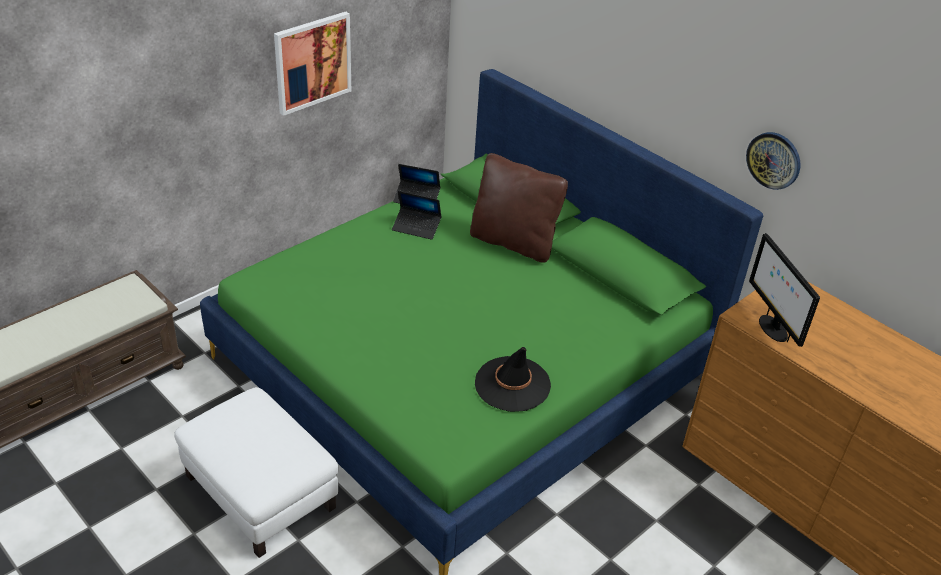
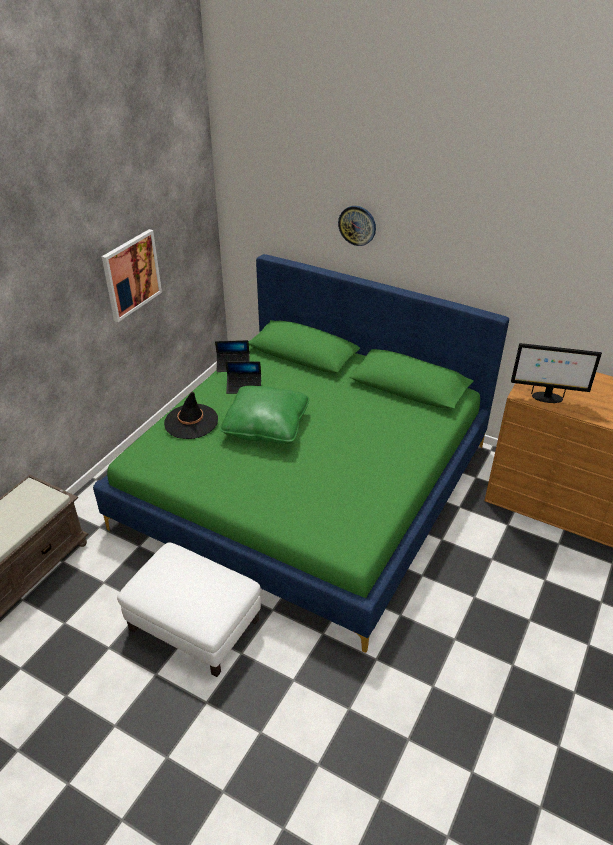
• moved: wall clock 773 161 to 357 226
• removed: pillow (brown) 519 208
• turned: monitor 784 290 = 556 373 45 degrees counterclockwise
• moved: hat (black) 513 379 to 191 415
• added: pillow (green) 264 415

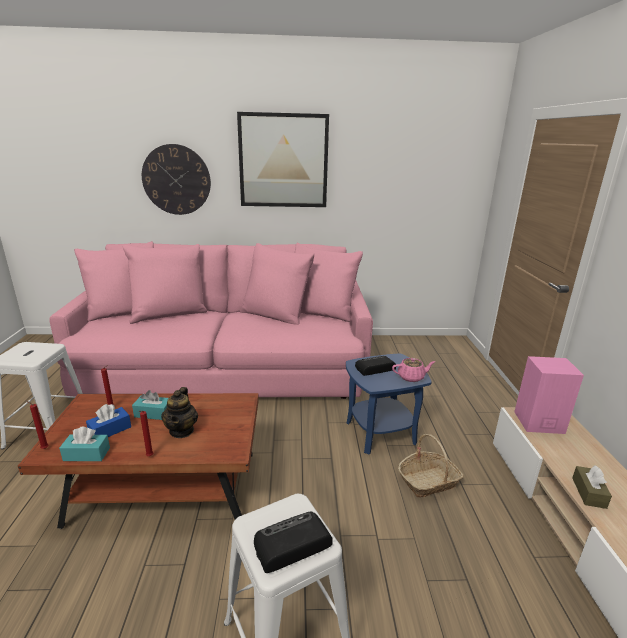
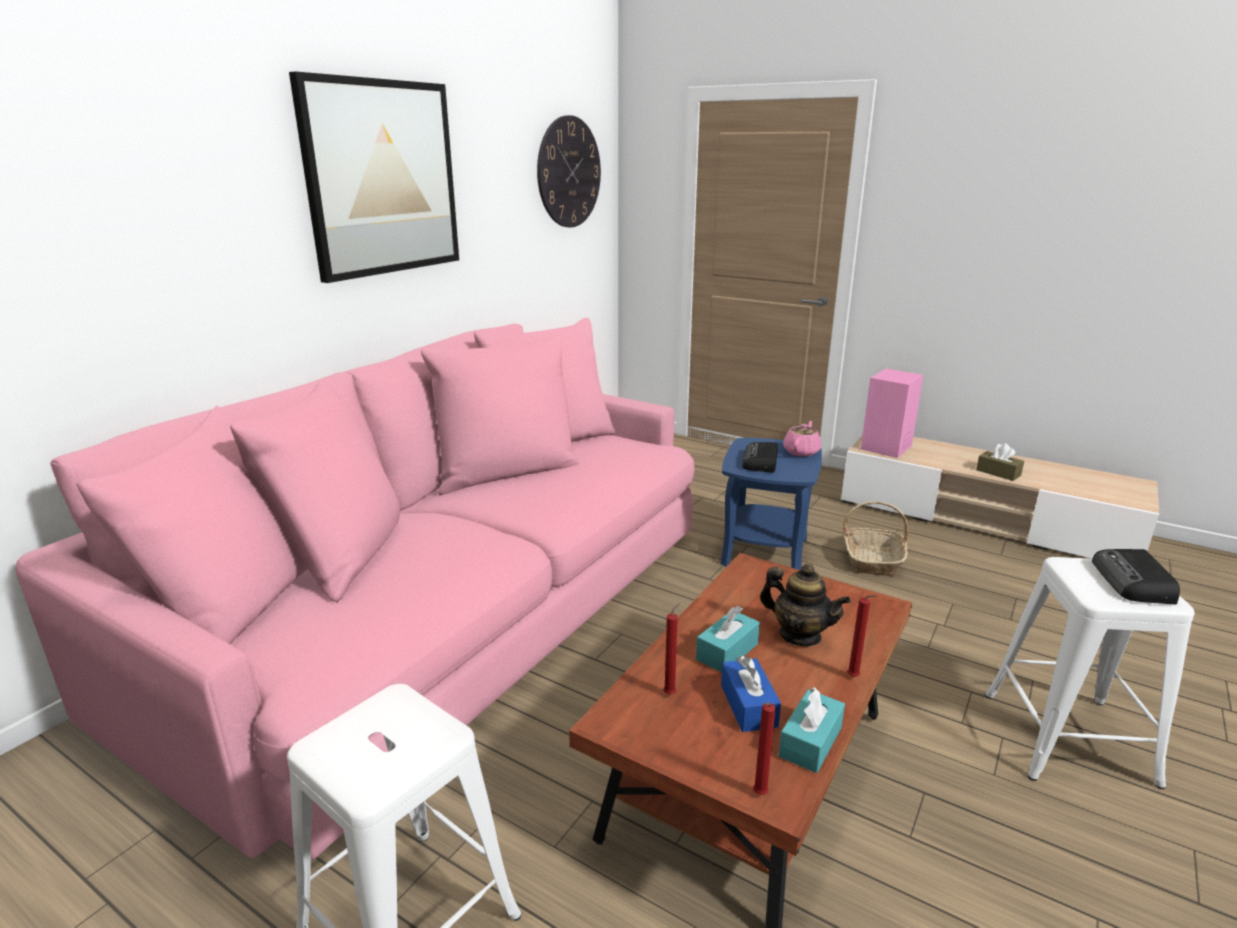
• moved: wall clock 176 179 to 569 171

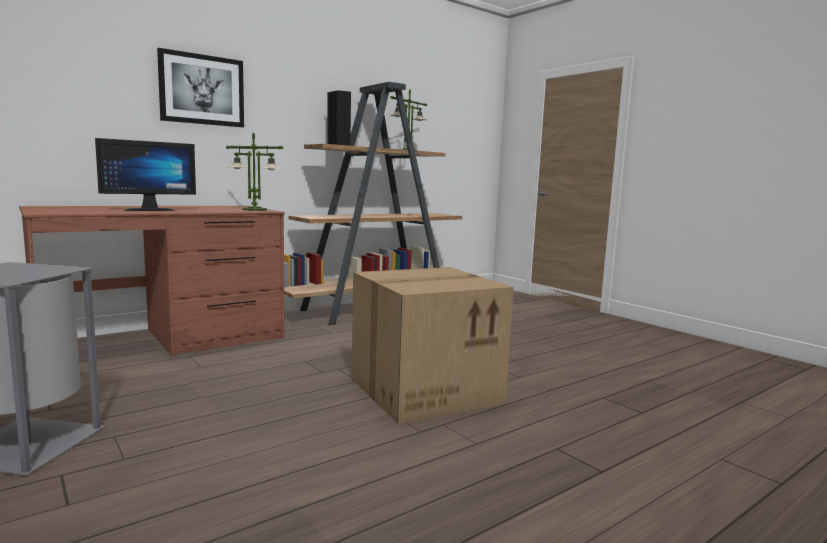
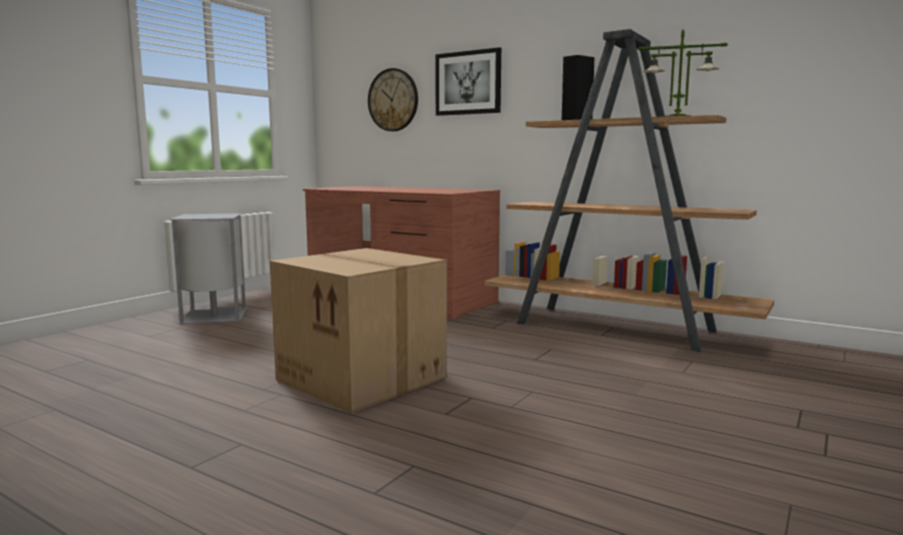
• removed: table lamp 254 171
• removed: monitor 145 174
• added: wall clock 393 99

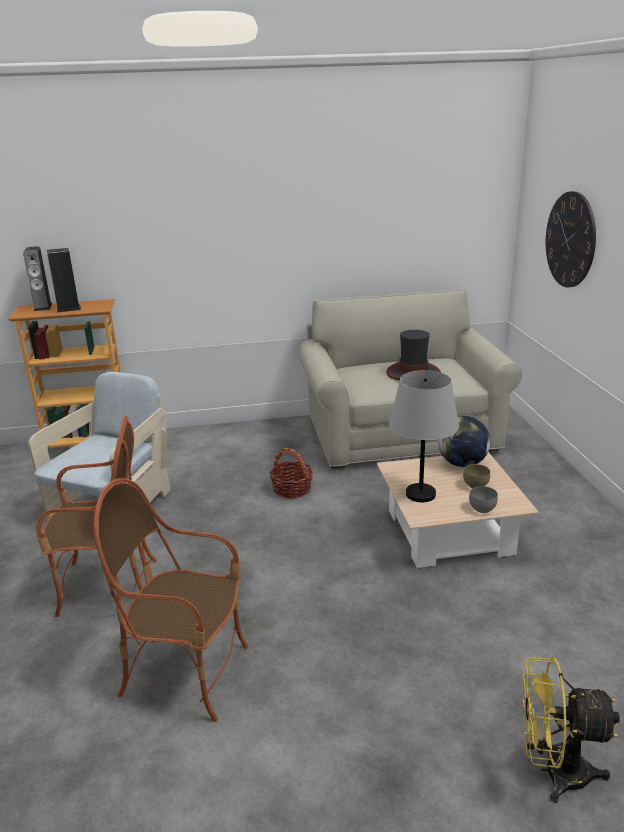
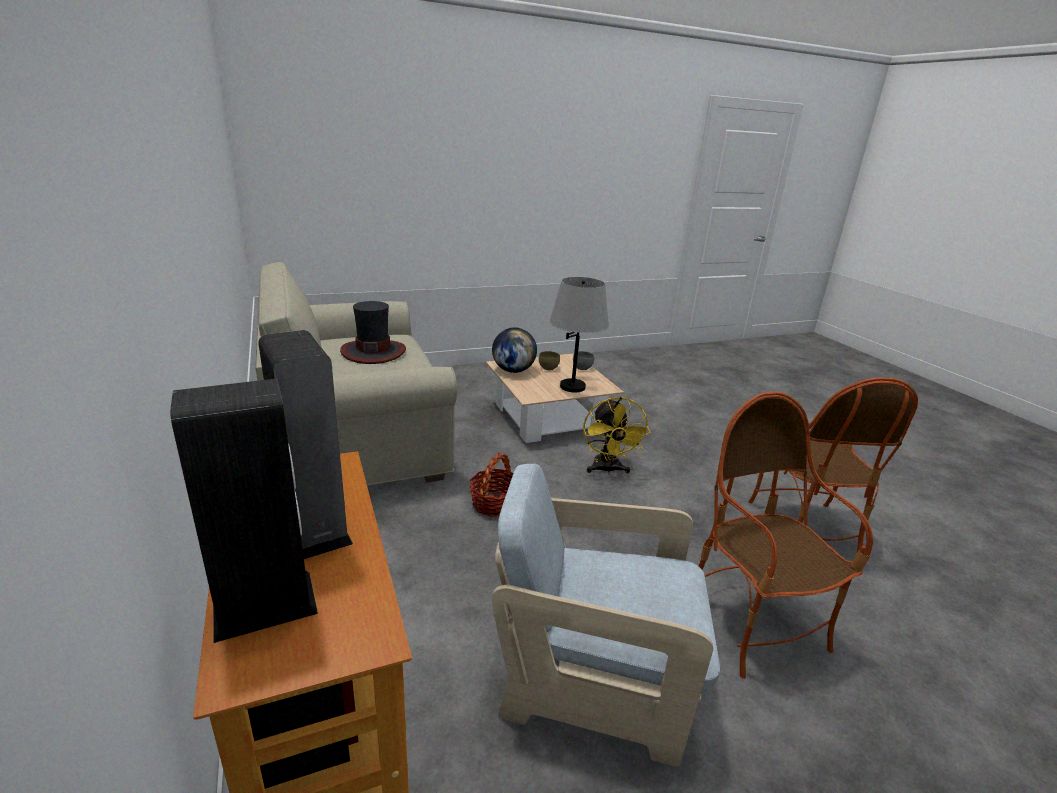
• removed: wall clock 571 239
• moved: fan (yellow) 570 730 to 617 436

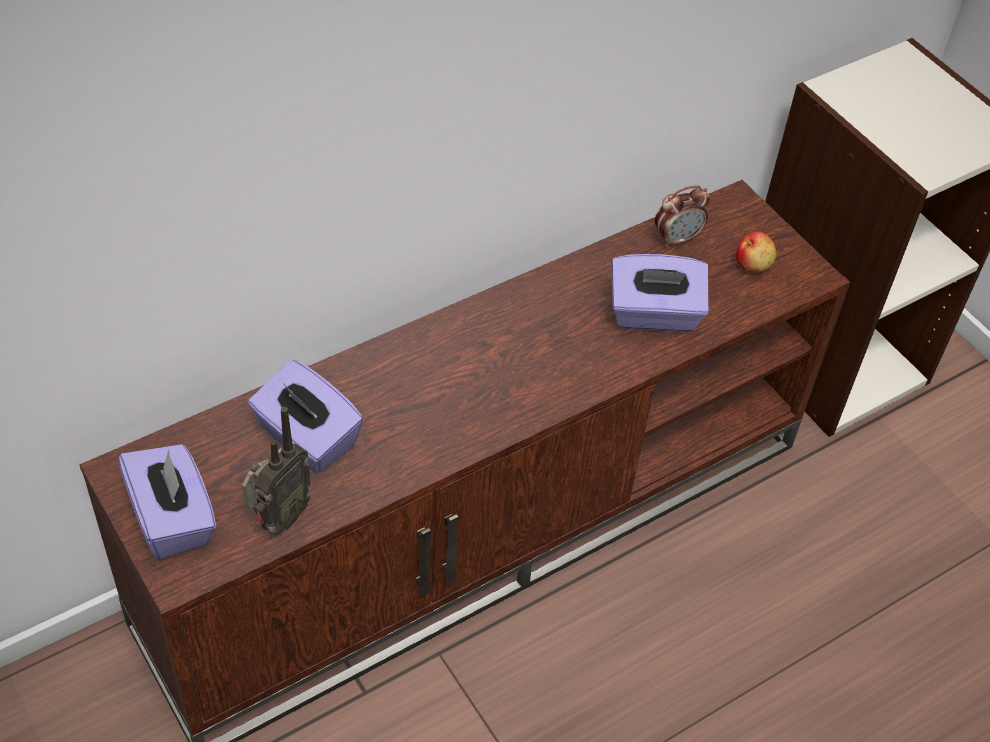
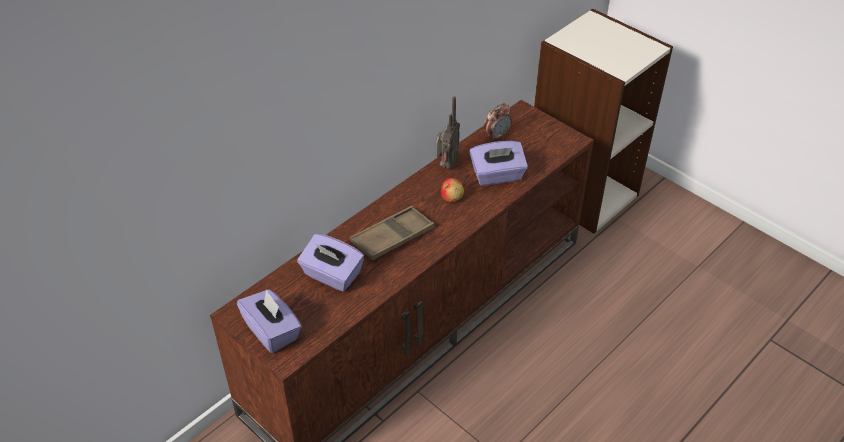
• moved: apple 756 252 to 452 190
• moved: radio 277 471 to 447 132
• added: tray (brown) 392 233

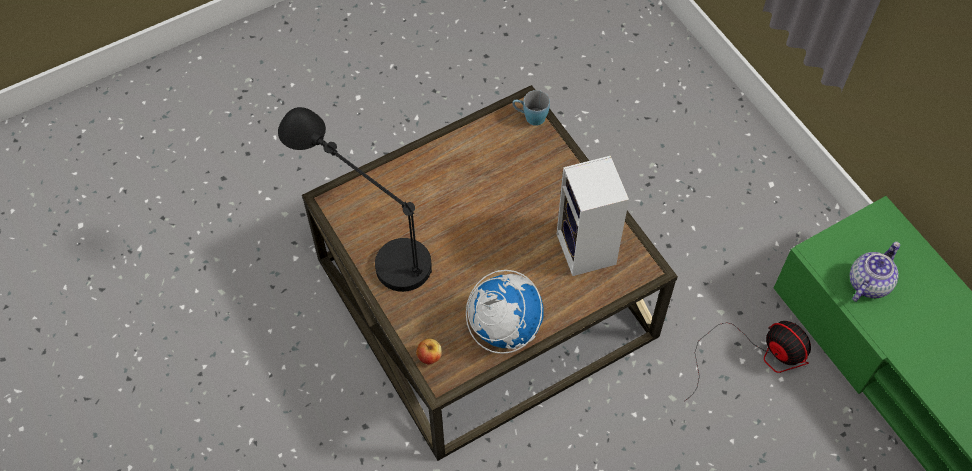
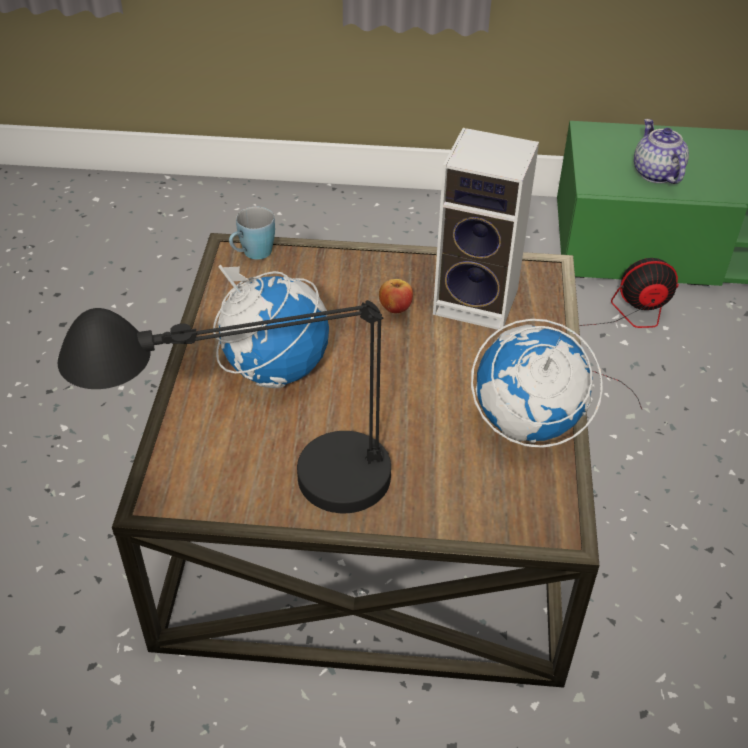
• moved: apple 429 351 to 396 296
• added: globe 271 326

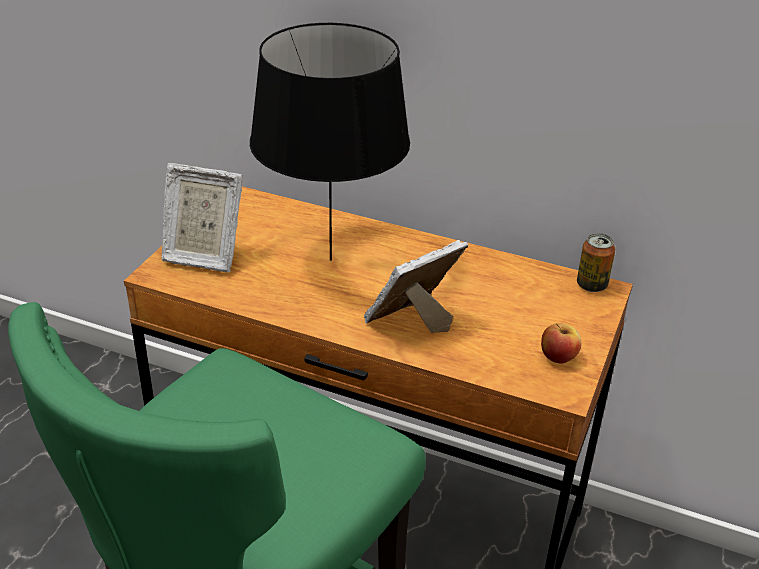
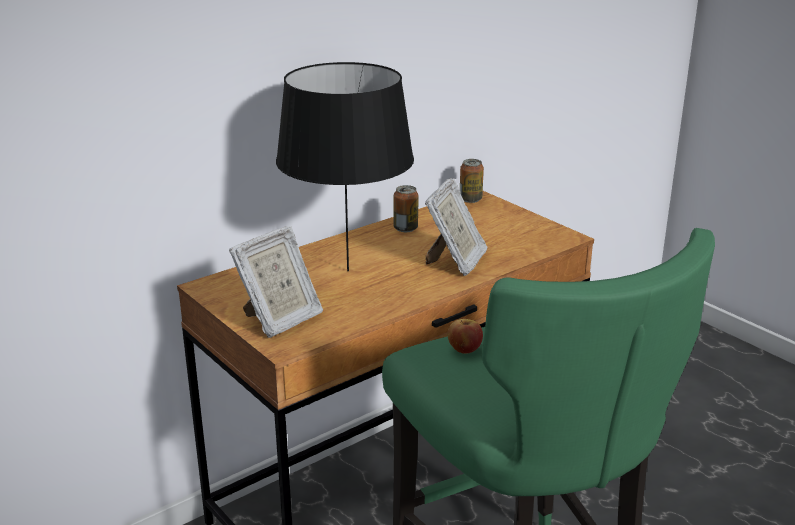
• turned: picture frame 416 286 = 456 227 150 degrees counterclockwise
• moved: apple 561 343 to 465 336
• added: can 406 208

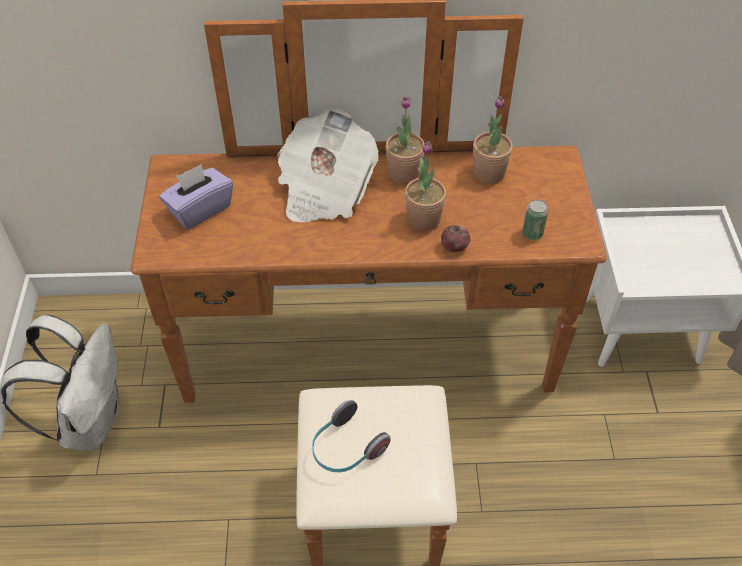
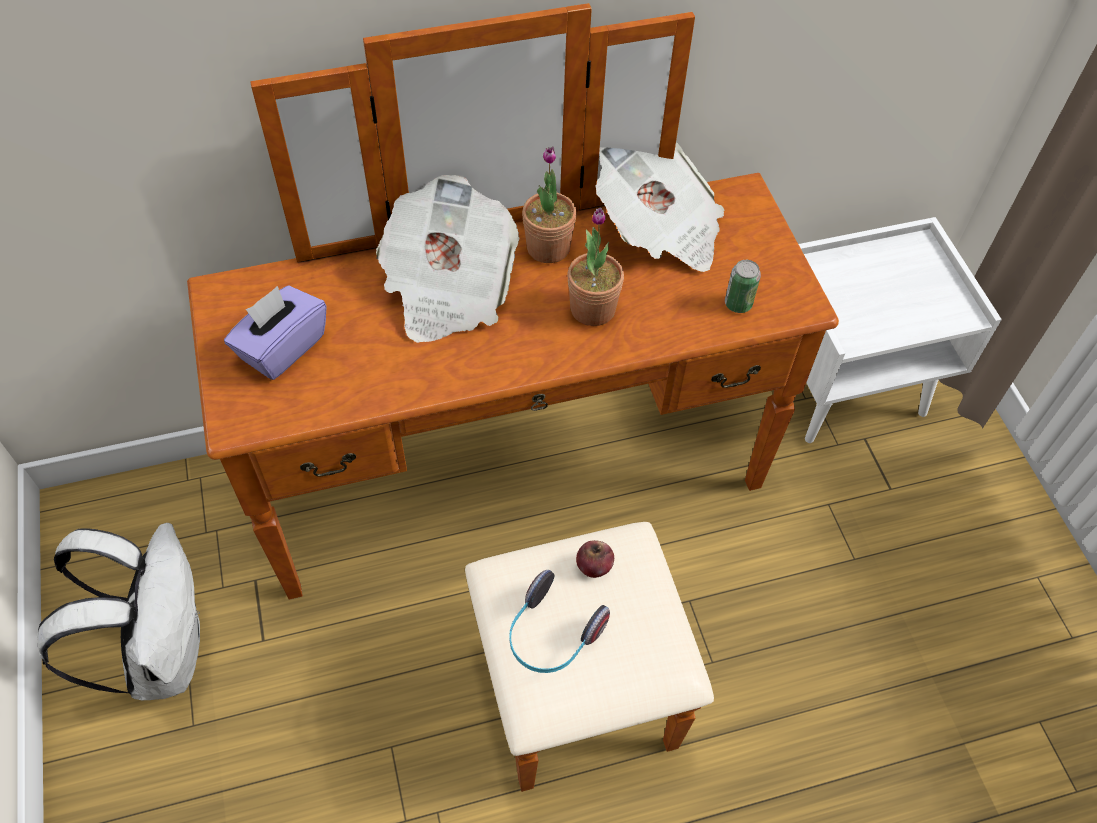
• replaced: potted plant 493 140 to newspaper 660 207
• moved: apple 455 238 to 595 559

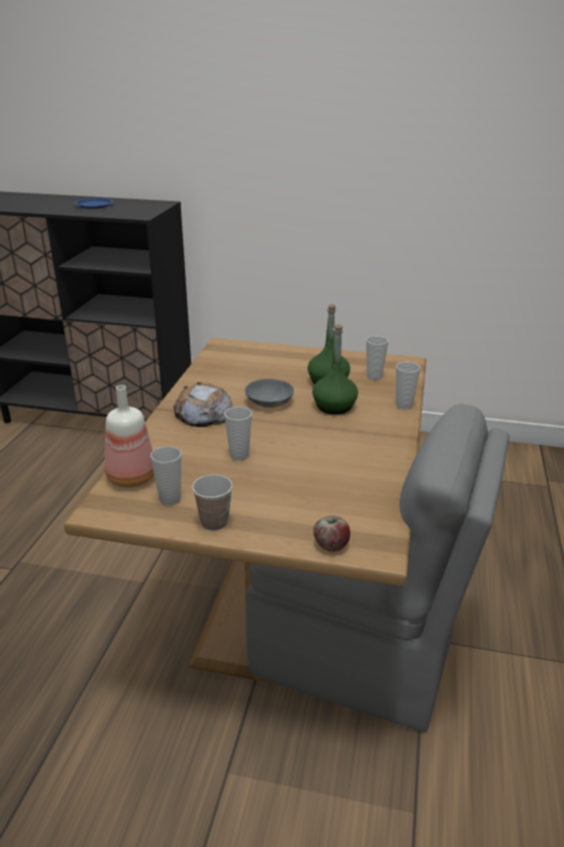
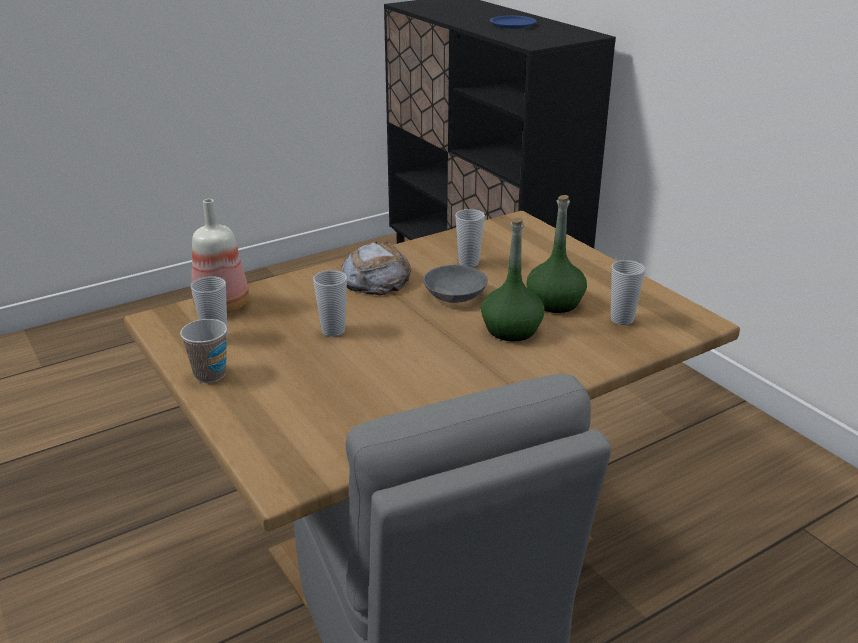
• moved: cup 408 386 to 470 238
• removed: apple 331 534

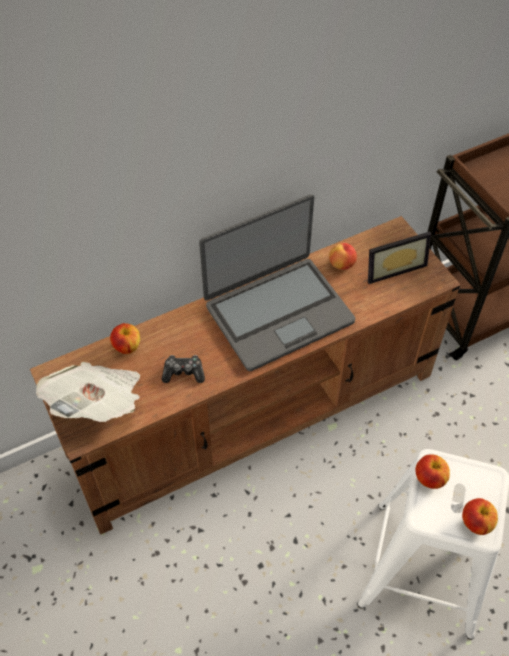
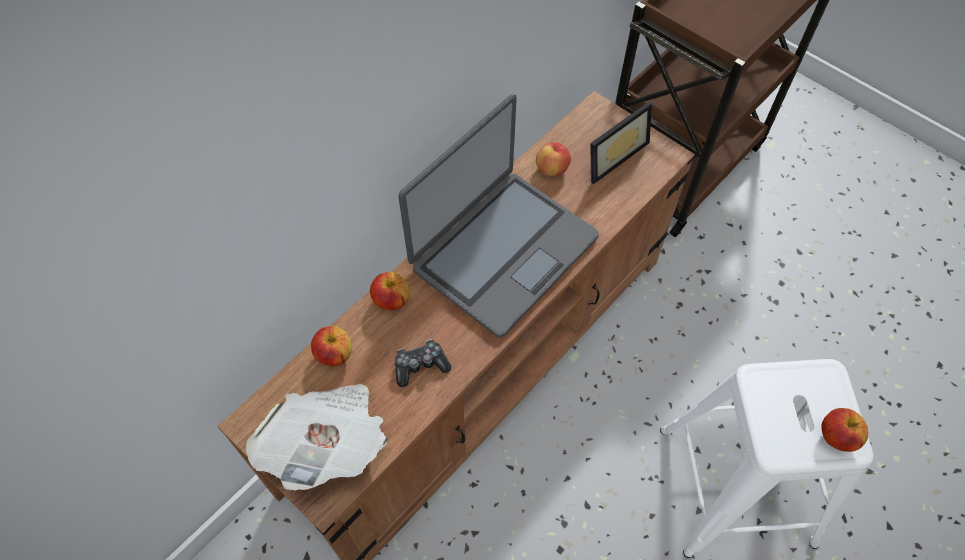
• moved: apple 432 471 to 389 291

